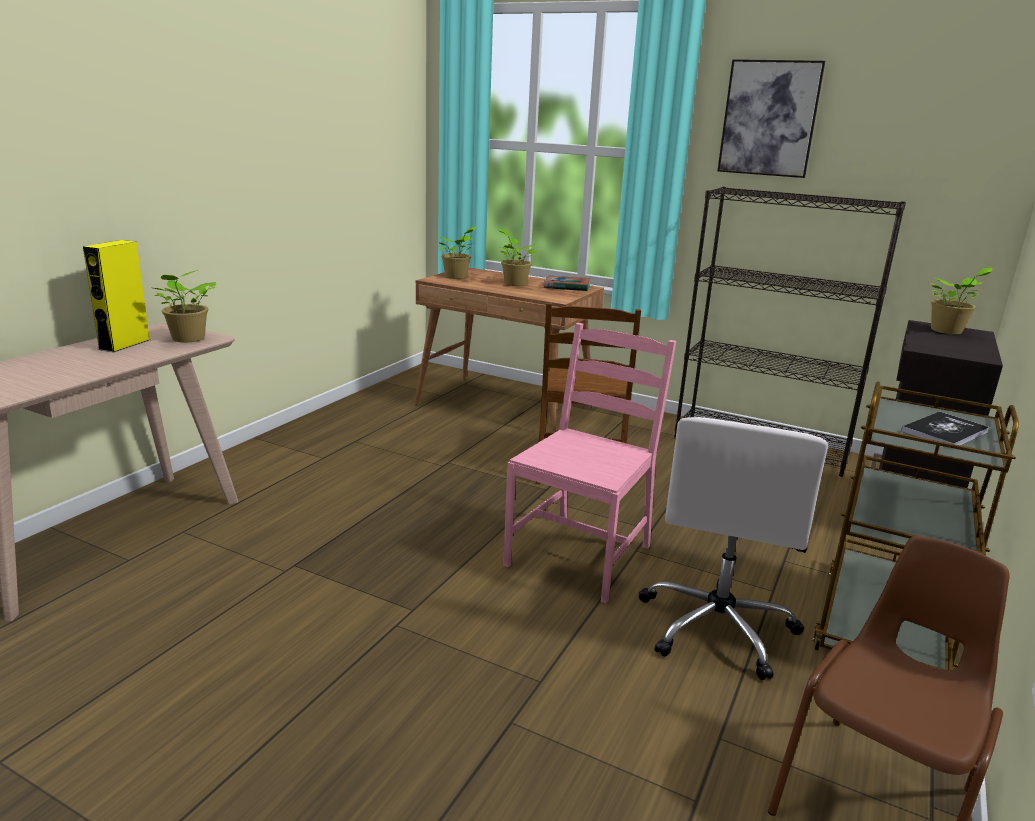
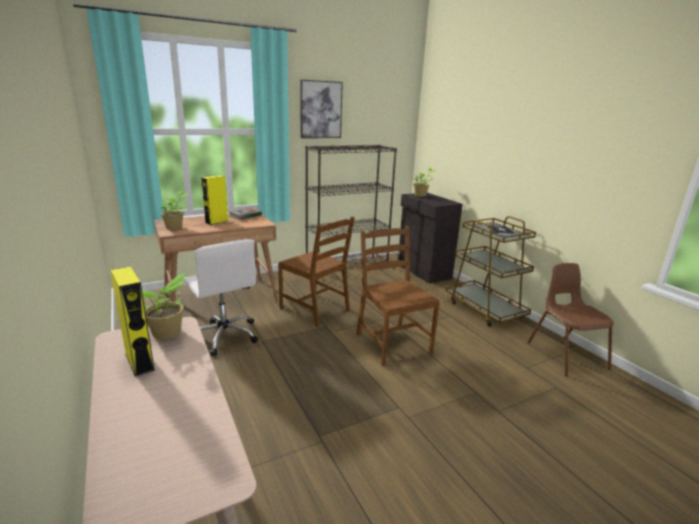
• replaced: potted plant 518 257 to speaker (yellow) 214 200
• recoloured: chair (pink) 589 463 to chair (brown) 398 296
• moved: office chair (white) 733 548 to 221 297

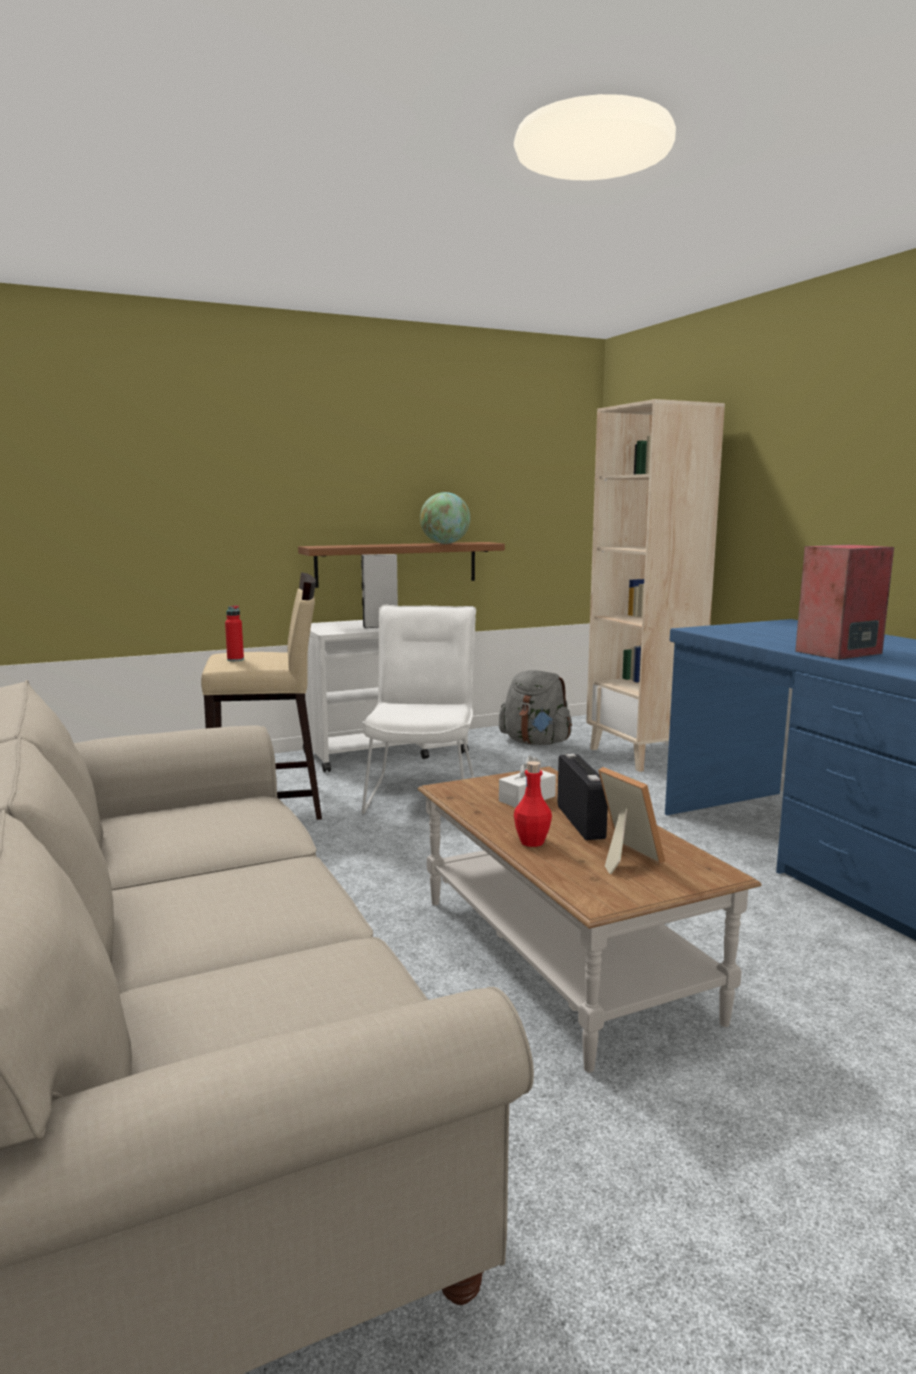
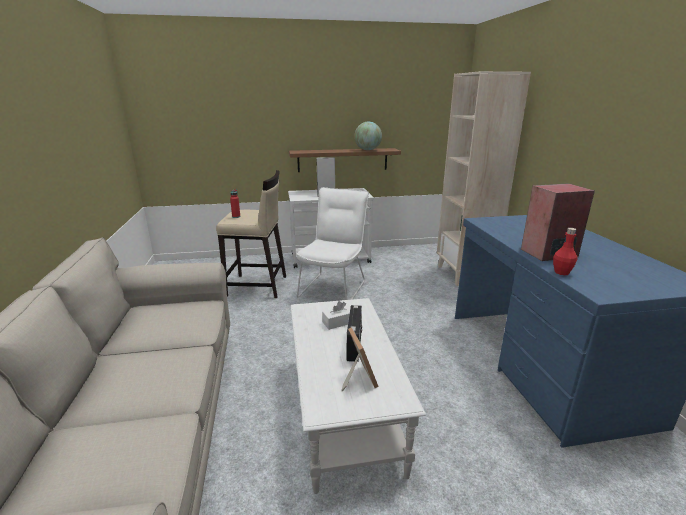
• removed: backpack (grey) 535 707
• moved: bottle (red) 533 804 to 565 251
• recoloured: coffee table (brown) 590 919 to coffee table (white) 358 396

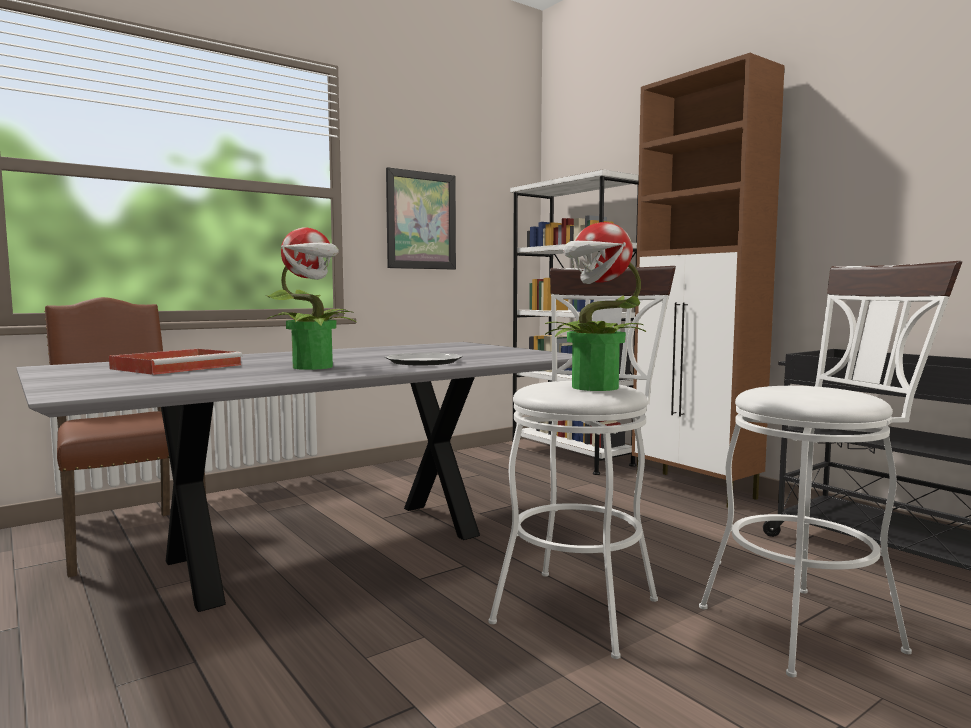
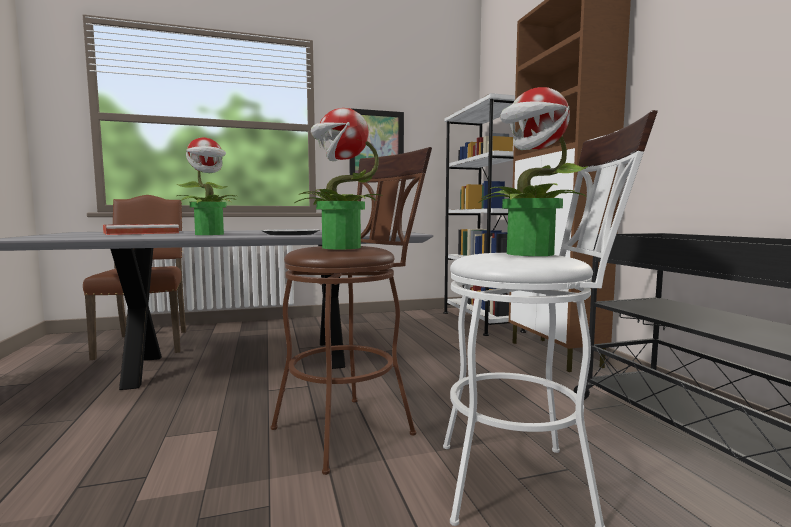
• recoloured: stool (white) 582 462 to stool (brown) 351 311
• added: potted plant 533 171

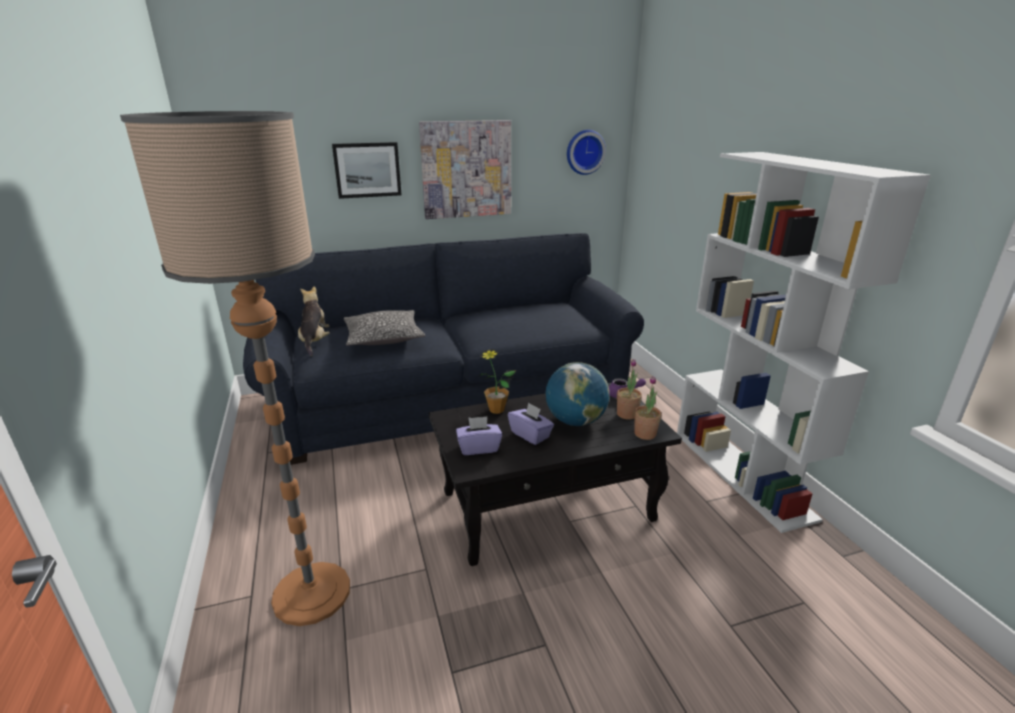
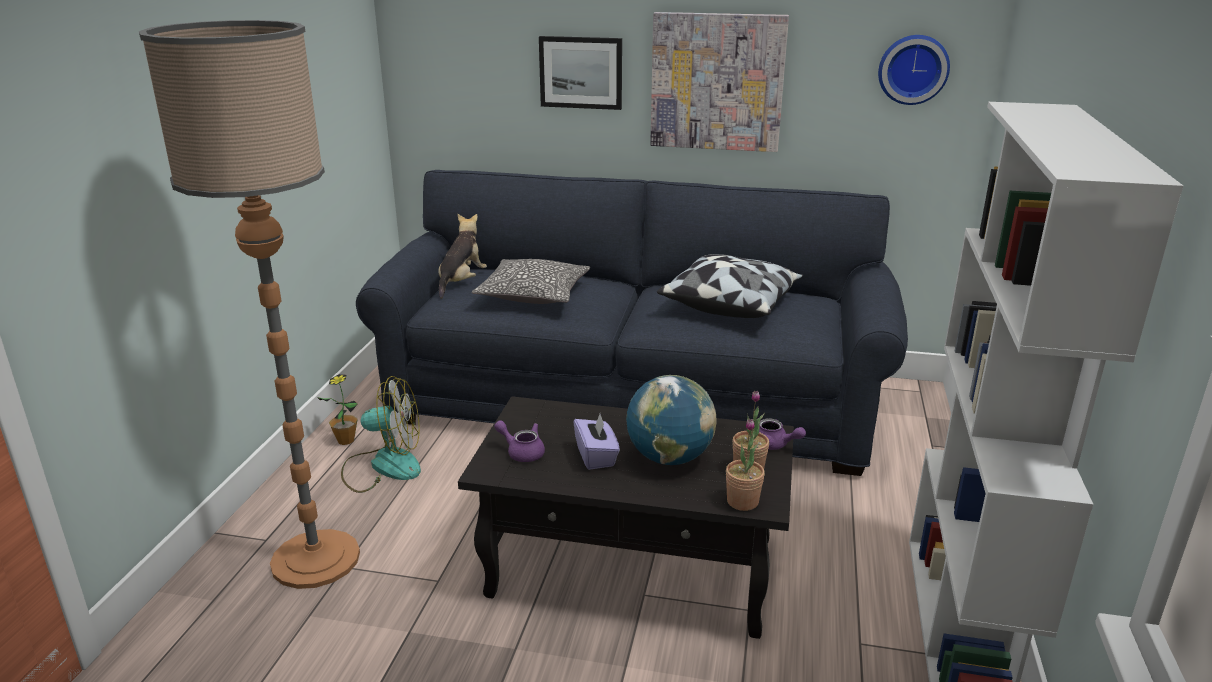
• moved: potted plant 497 381 to 337 409
• replaced: tissue box (purple) 479 435 to teapot (purple) 519 441
• added: pillow 730 286
• added: fan 381 434

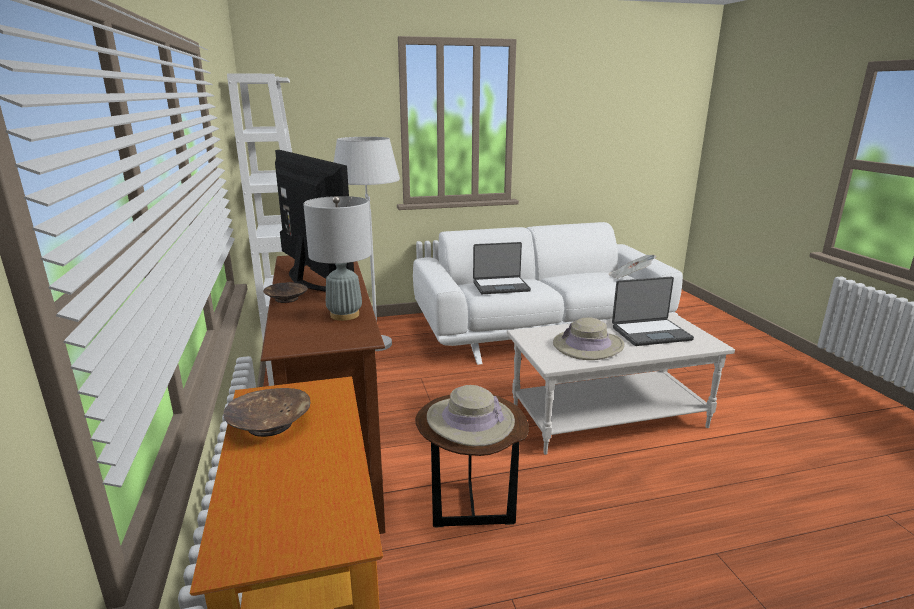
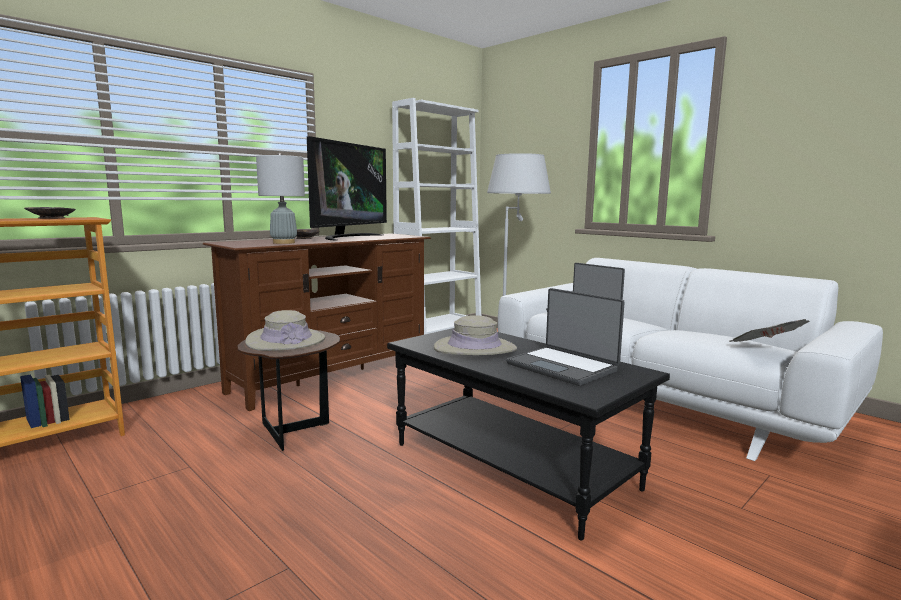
• recoloured: coffee table (white) 621 384 to coffee table (black) 528 434

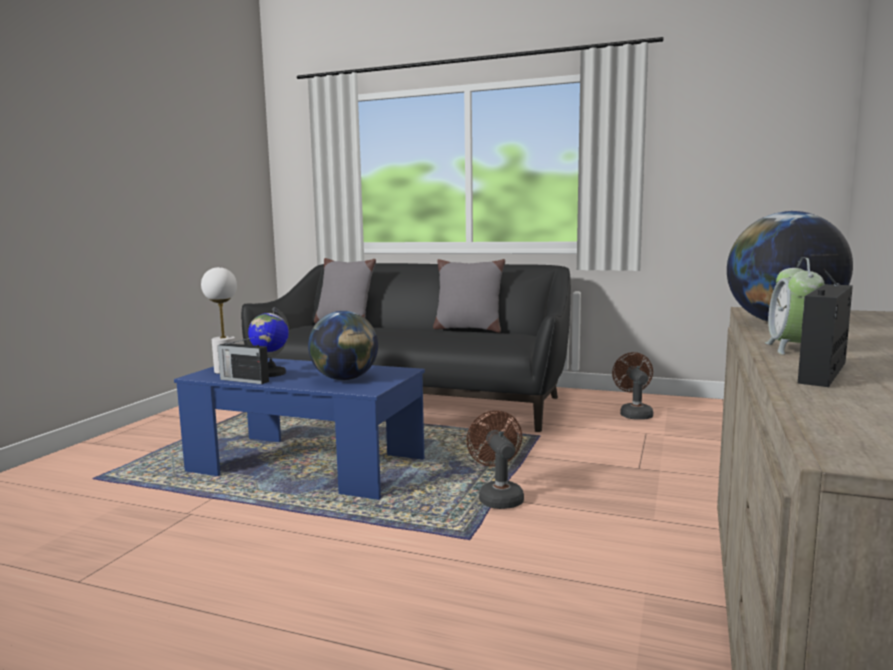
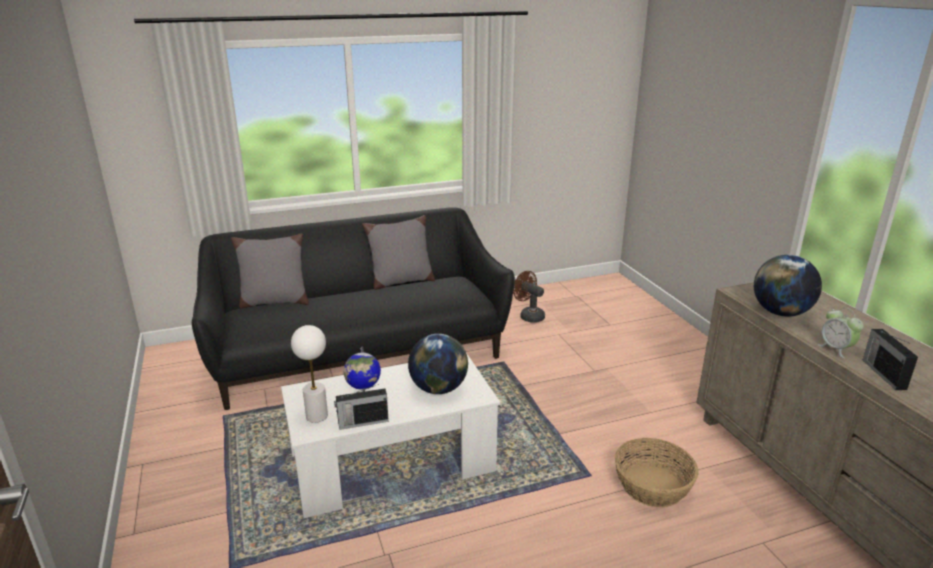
• recoloured: coffee table (blue) 299 429 to coffee table (white) 390 435
• removed: fan (brown) 495 459
• added: basket 657 472

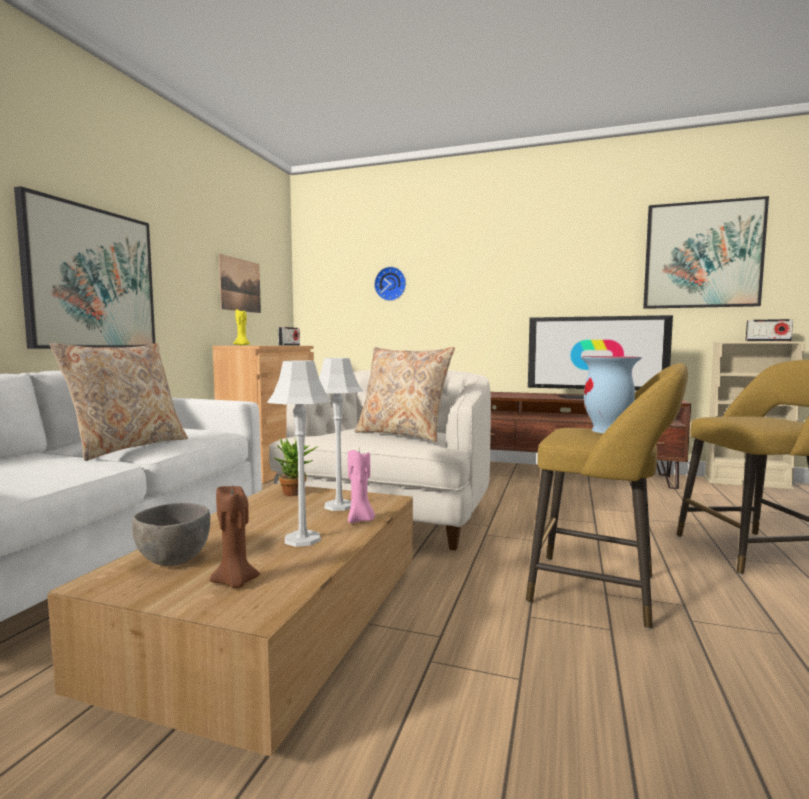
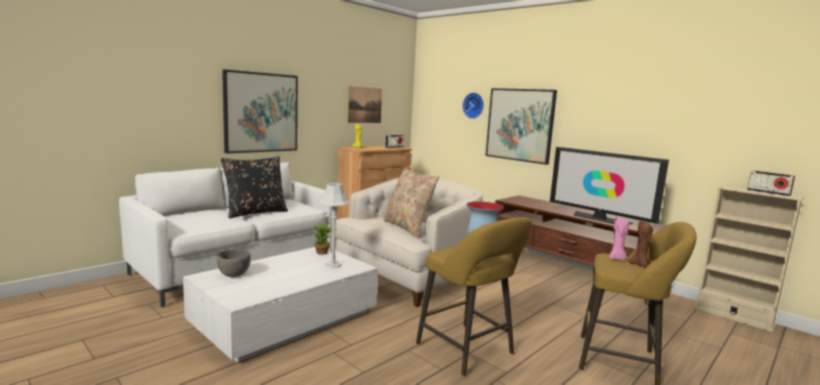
• moved: picture 706 252 to 521 126
• recoloured: pillow (beige) 119 402 to pillow (black) 254 187
• removed: table lamp (grey) 299 453
• moved: candle (pink) 361 486 to 619 238
• recoloured: coffee table (brown) 230 619 to coffee table (white) 280 304
• moved: candle (brown) 235 537 to 640 244

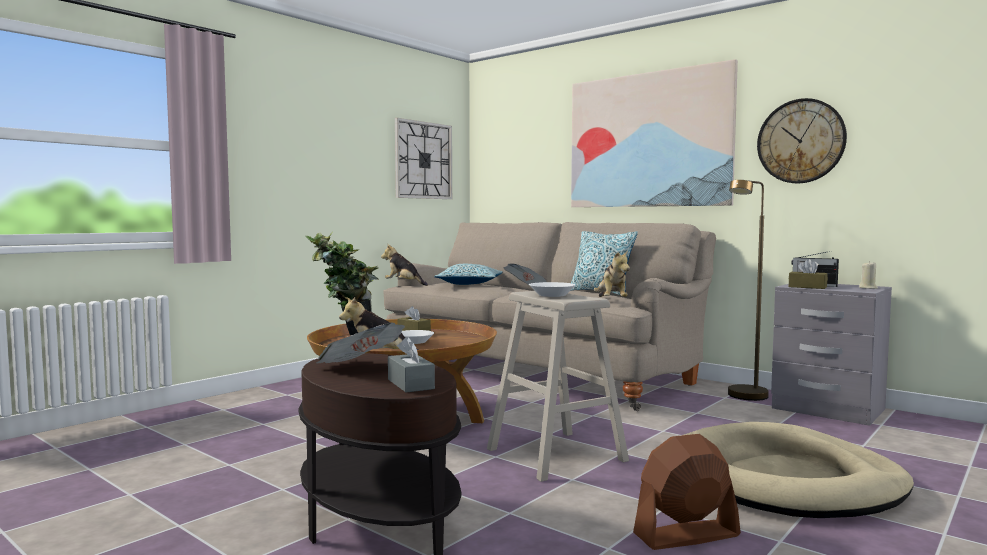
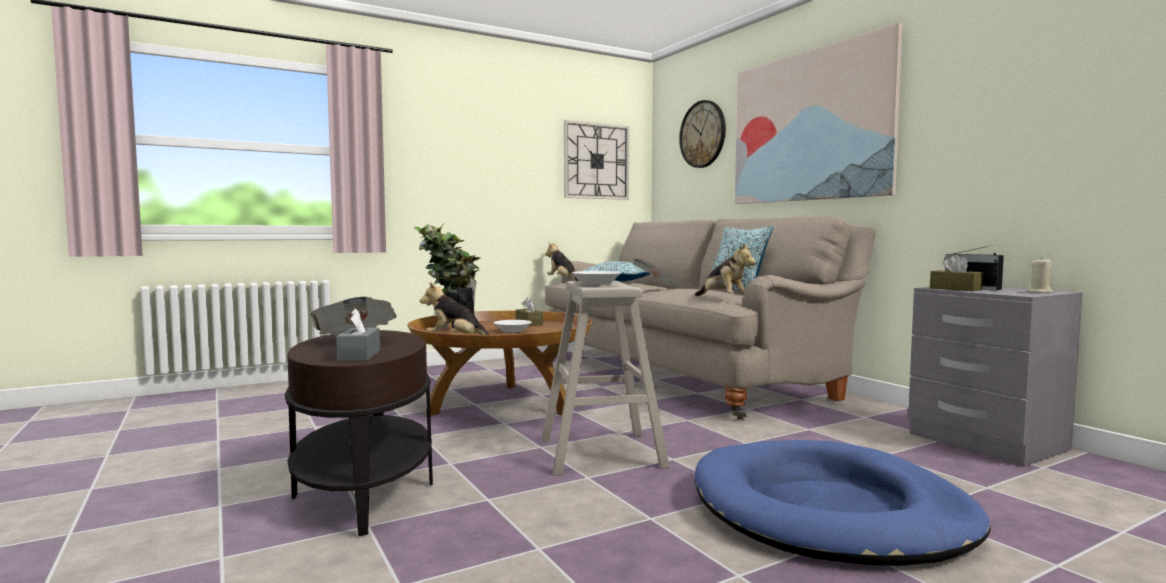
• moved: wall clock 802 140 to 702 134
• removed: floor lamp (brown) 748 290
• turned: plush toy 612 273 = 725 270 45 degrees counterclockwise
• recoloured: dog bed (beige) 799 470 to dog bed (blue) 842 503
• removed: fan (brown) 687 492

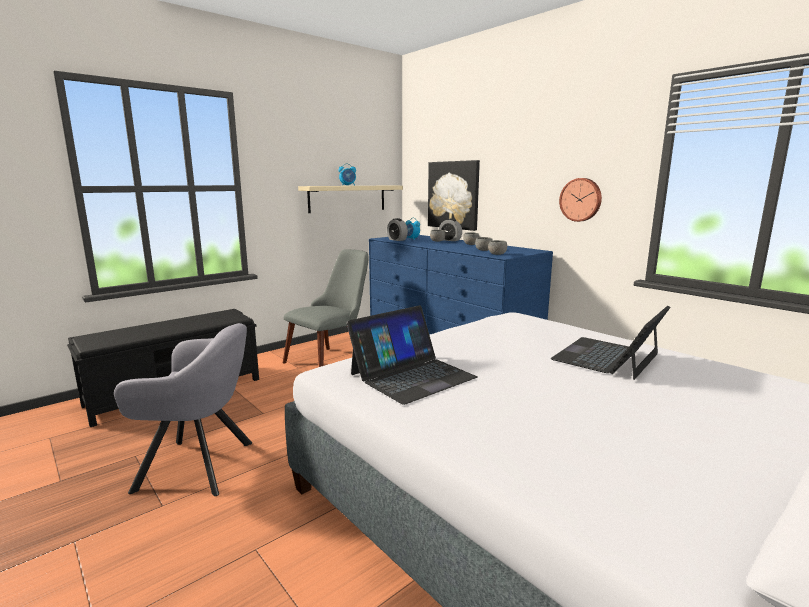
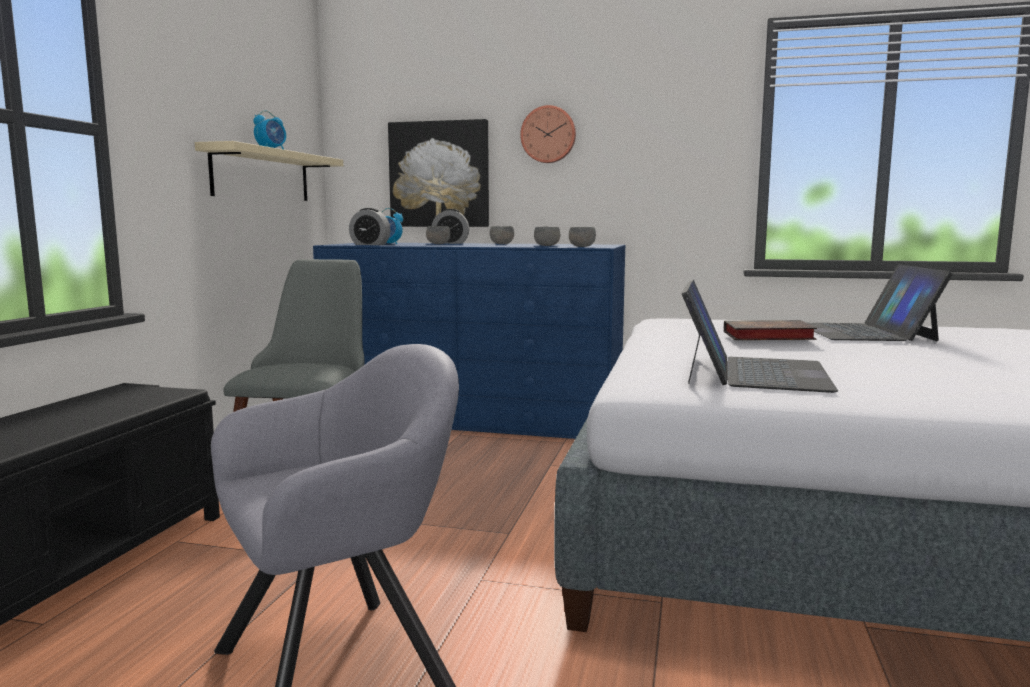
• moved: wall clock 580 200 to 548 134
• added: book 770 330

